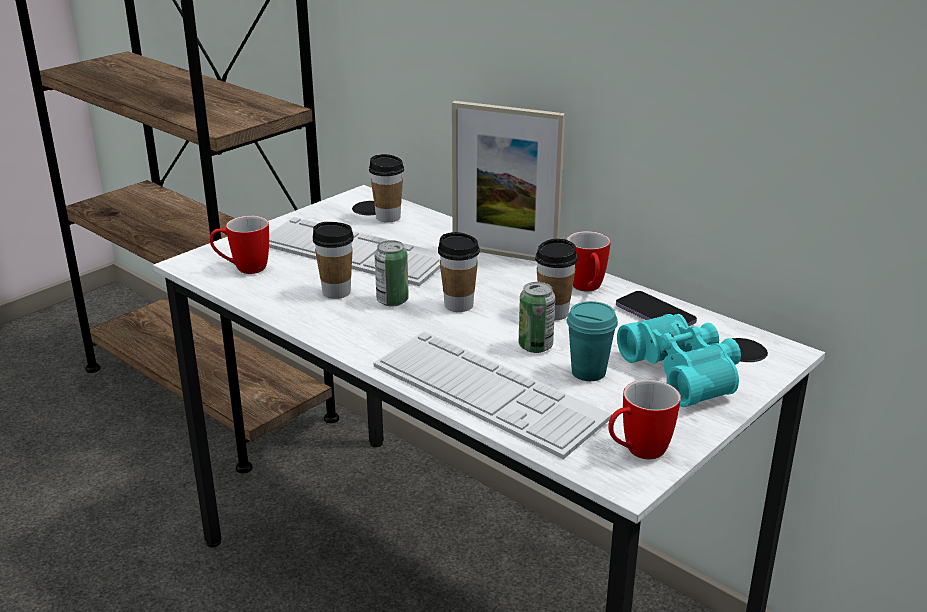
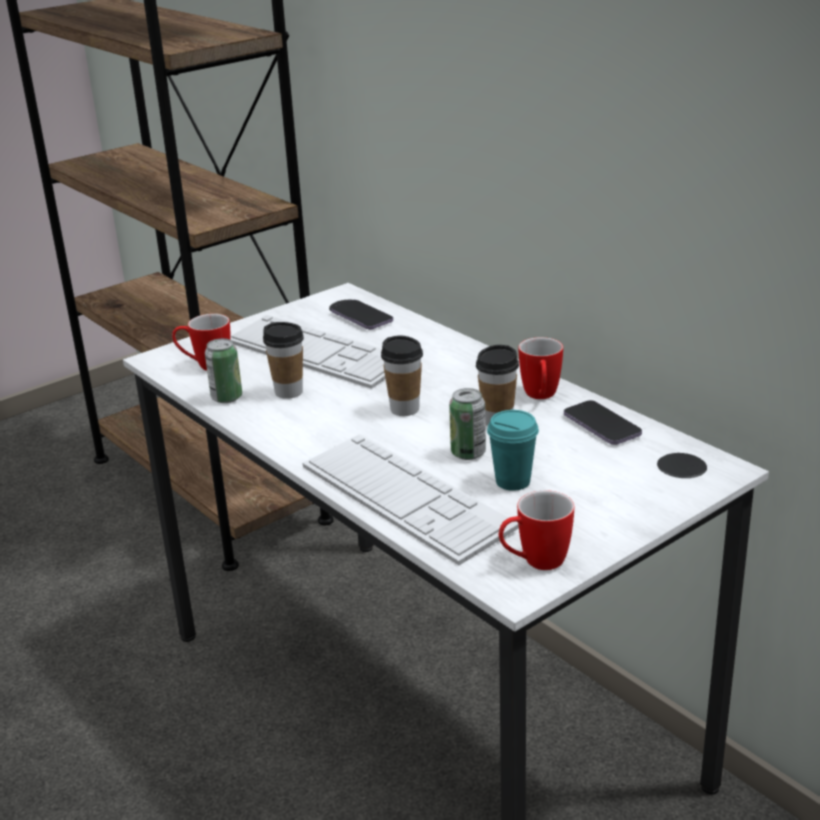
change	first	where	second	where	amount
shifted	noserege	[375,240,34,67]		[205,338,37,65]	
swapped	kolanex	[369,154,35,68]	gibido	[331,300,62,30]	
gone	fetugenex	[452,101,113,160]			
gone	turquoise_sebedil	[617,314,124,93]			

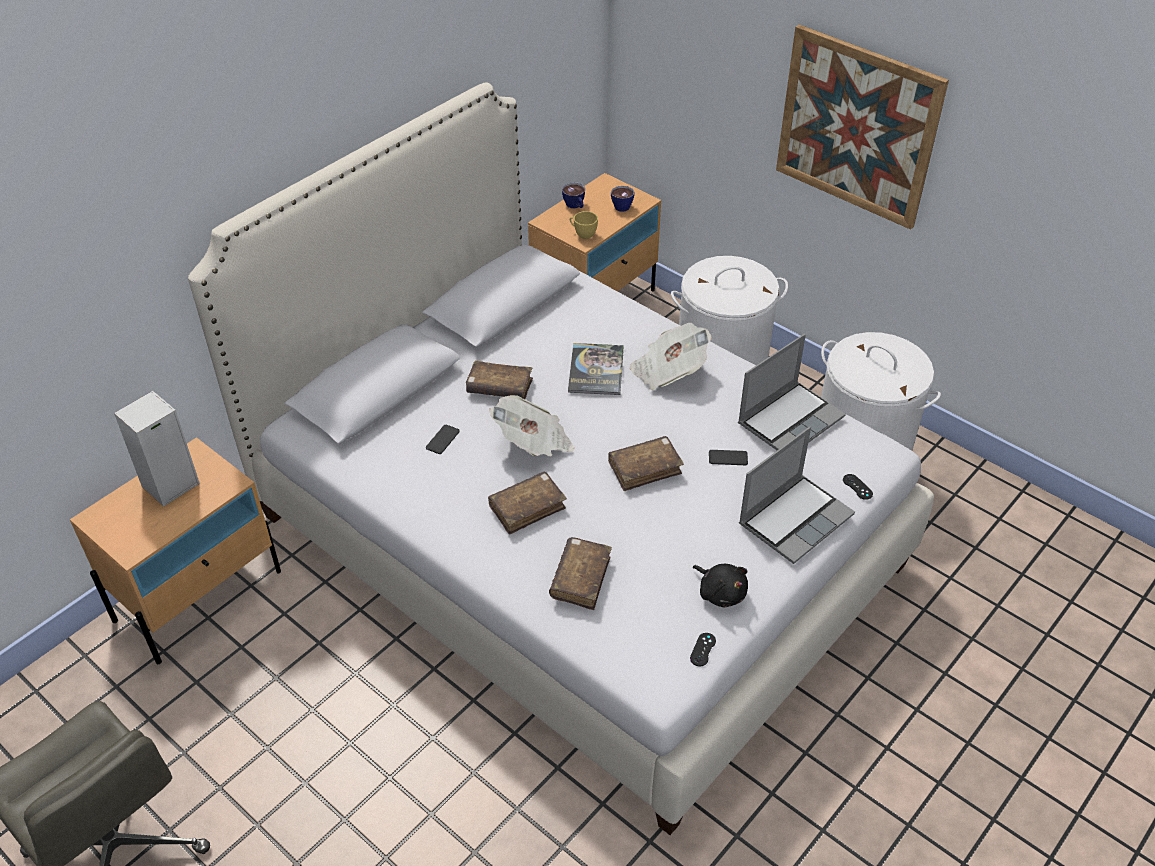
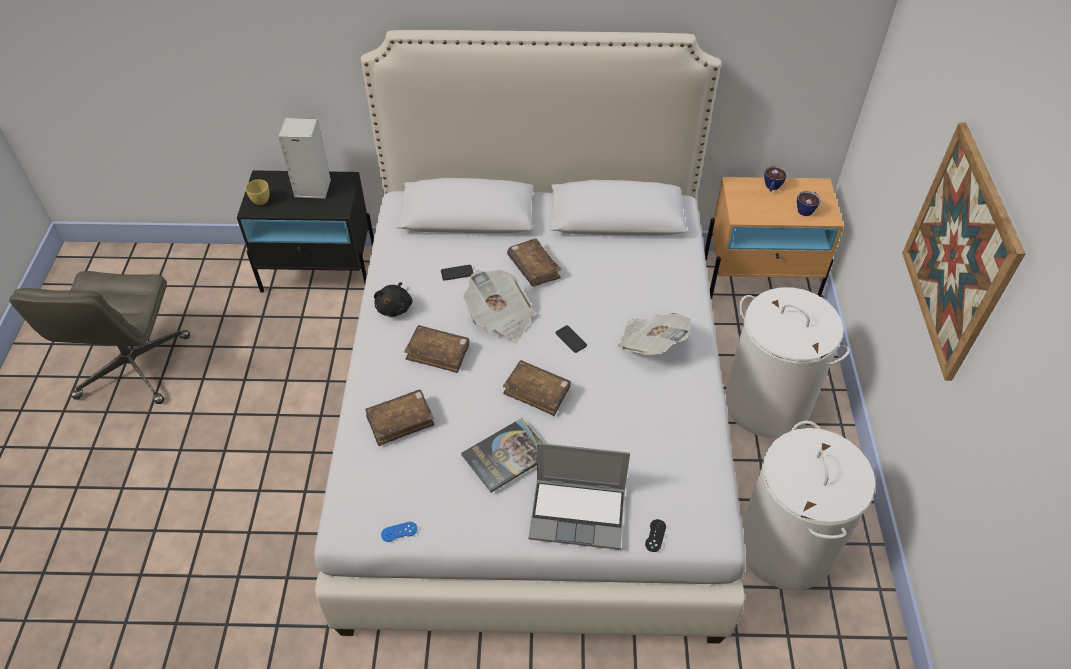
change	first	where	second	where	amount
repainted	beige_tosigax	[70,437,211,227]	black_tosigax	[237,170,137,123]	
shifted	yellow_kolanex	[570,211,28,28]		[245,179,25,26]	
shifted	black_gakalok	[693,564,55,44]		[374,282,38,35]	
repainted	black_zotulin	[690,633,26,33]	blue_zotulin	[381,522,36,20]	
shifted	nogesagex	[568,343,56,52]		[461,418,82,75]	
shifted	gibido	[709,450,39,15]		[556,326,31,27]	
gone	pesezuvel	[738,334,108,116]			

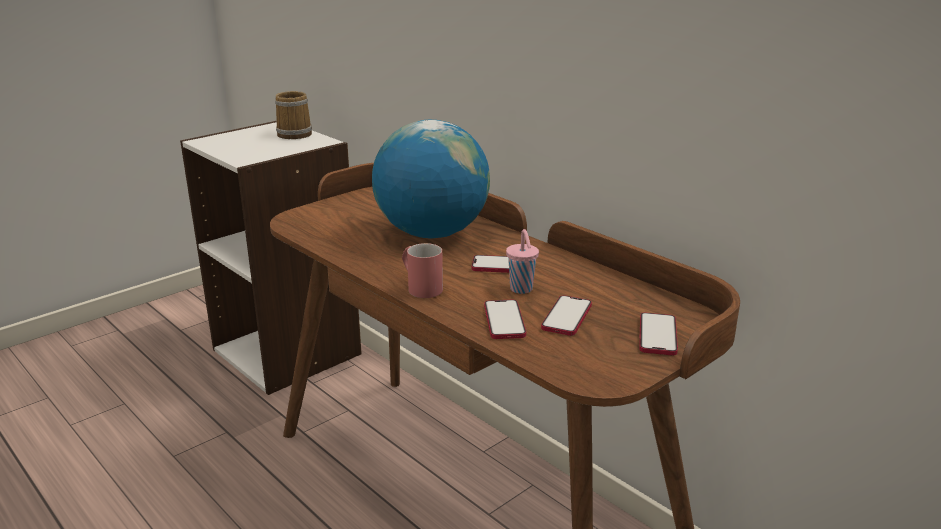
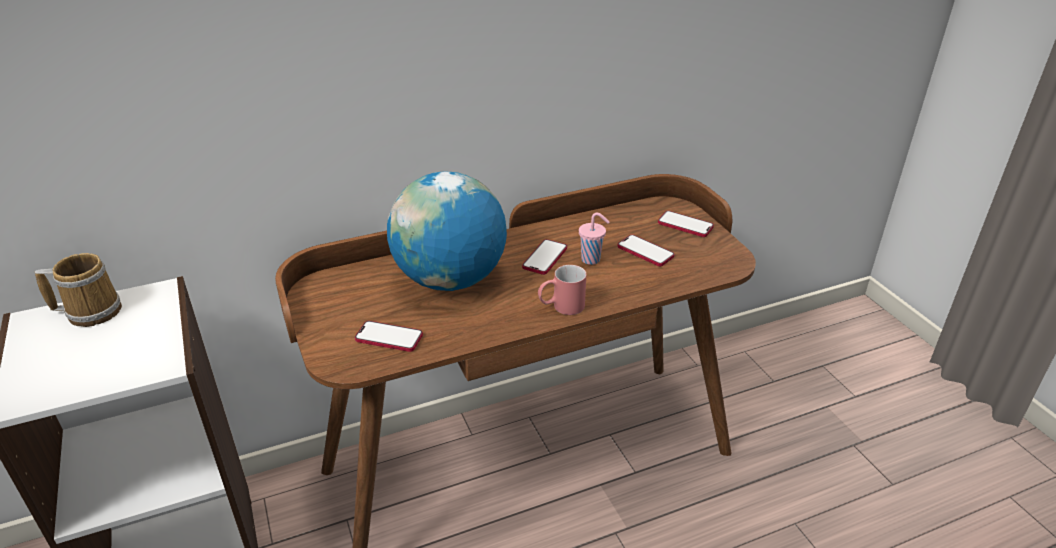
change	first	where	second	where	amount
shifted	gibido	[484,300,42,39]		[355,321,68,31]	

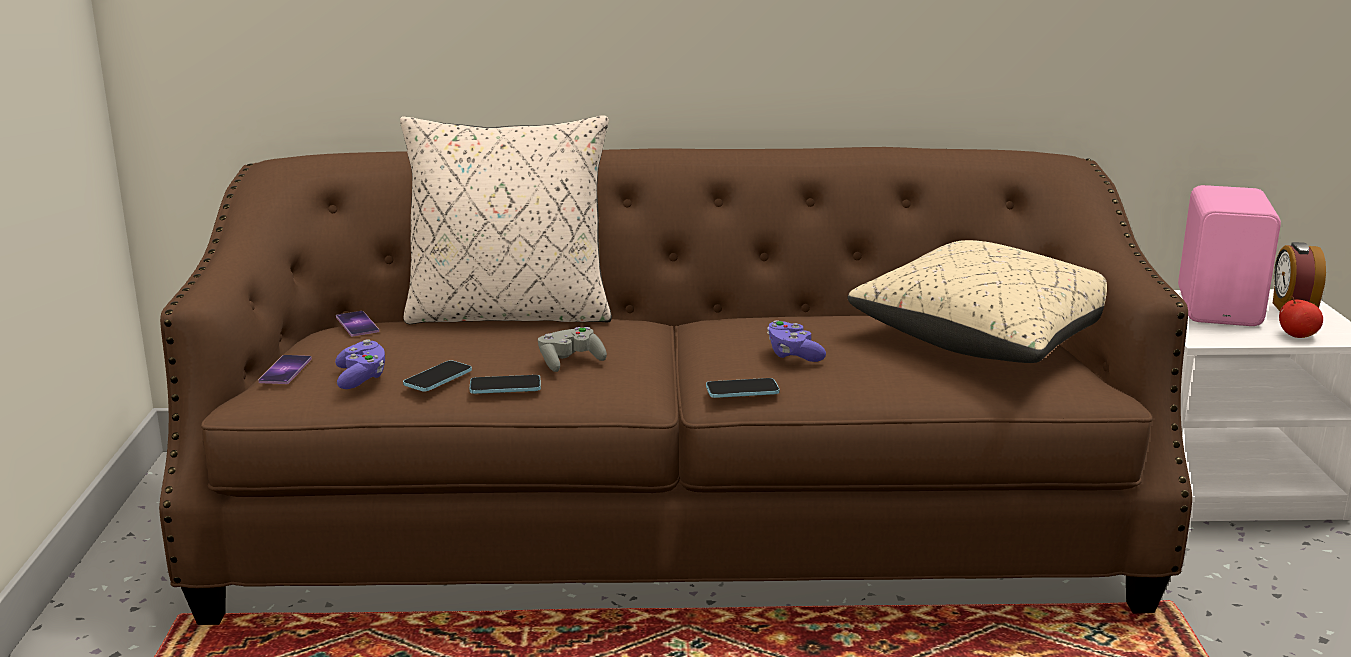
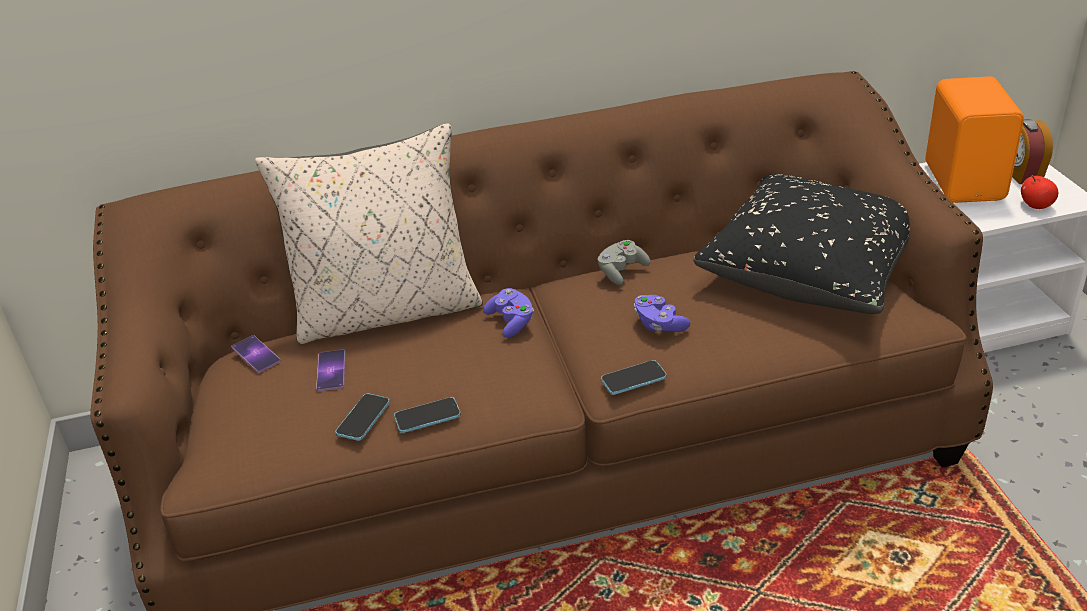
change	first	where	second	where	amount
shifted	gibido	[259,355,53,29]		[316,350,29,41]	
shifted	purple_zotulin	[335,339,50,50]		[483,288,51,50]	
shifted	grey_zotulin	[538,327,69,45]		[598,240,53,45]	
repainted	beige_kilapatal	[847,240,260,123]	black_kilapatal	[693,173,217,141]	
repainted	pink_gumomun	[1178,185,103,141]	orange_gumomun	[925,76,99,127]	

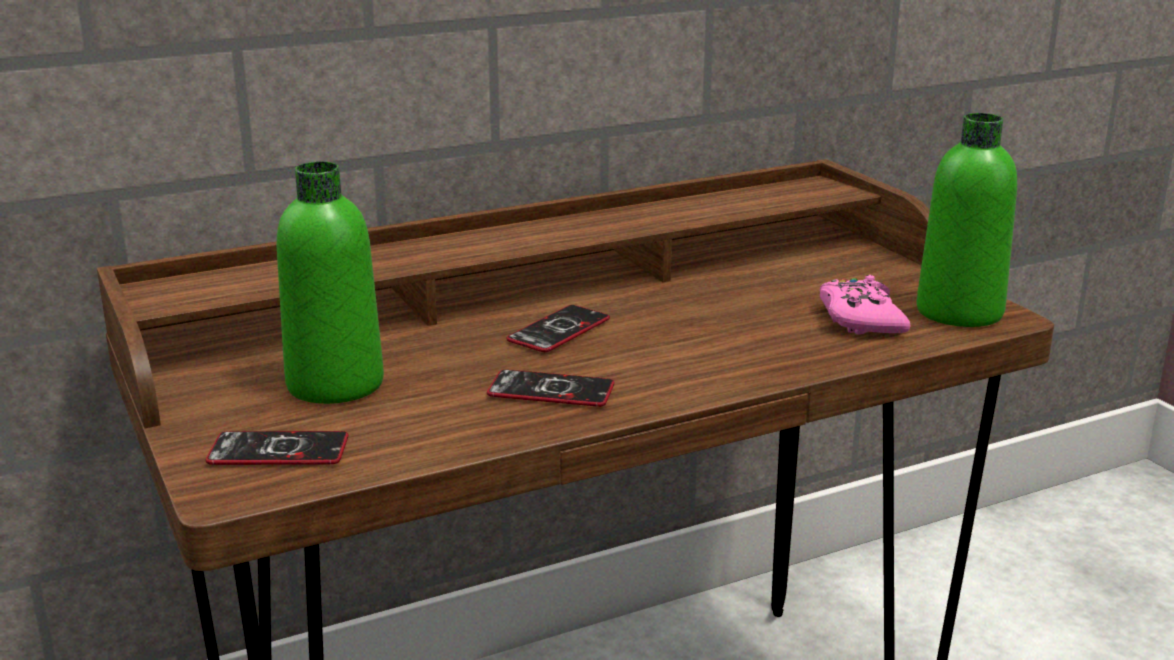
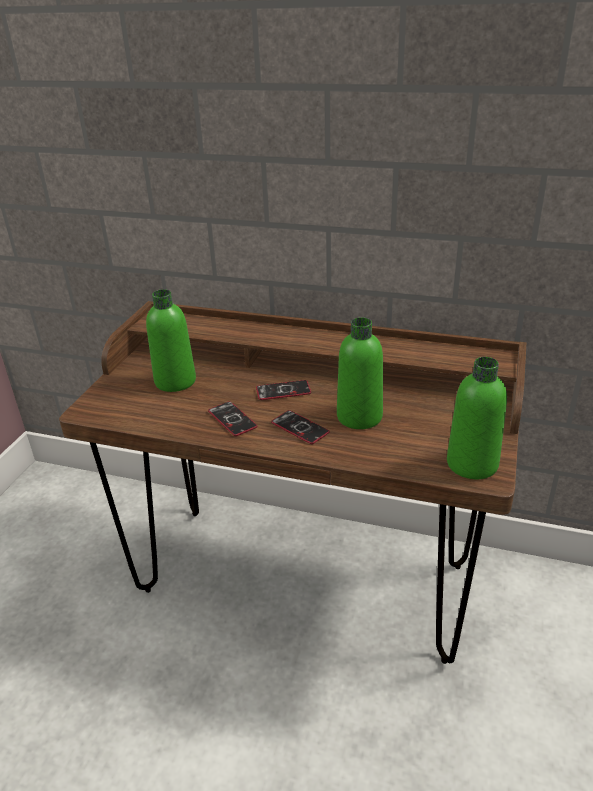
change	first	where	second	where	amount
shifted	gibido	[206,431,143,34]		[271,410,58,34]	
new			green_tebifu	[337,317,46,112]	
gone	pink_zotulin	[820,275,91,60]			

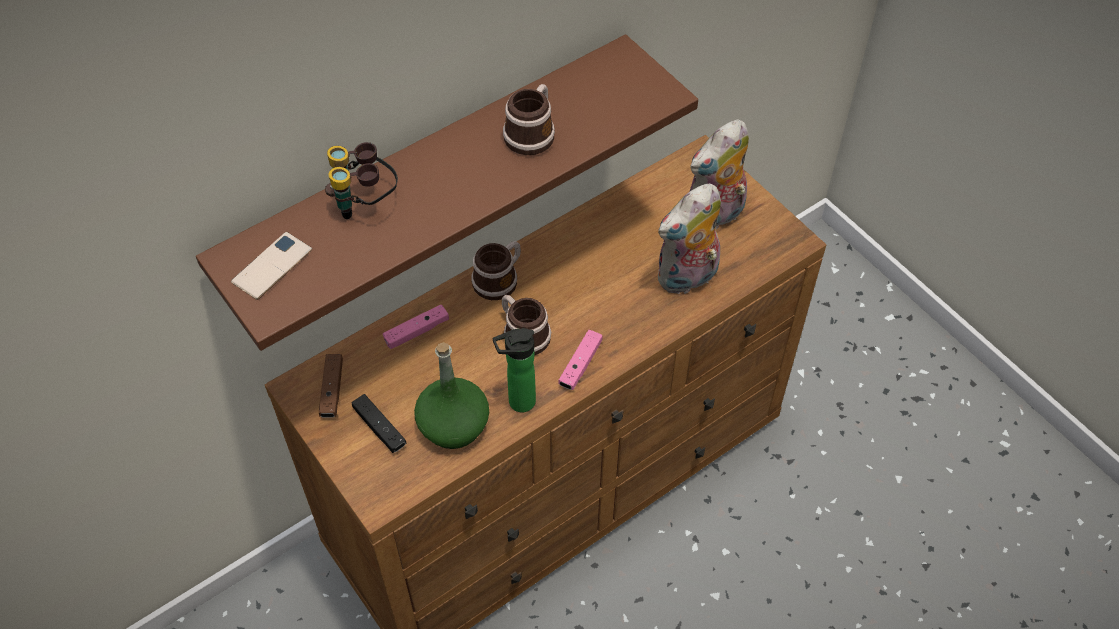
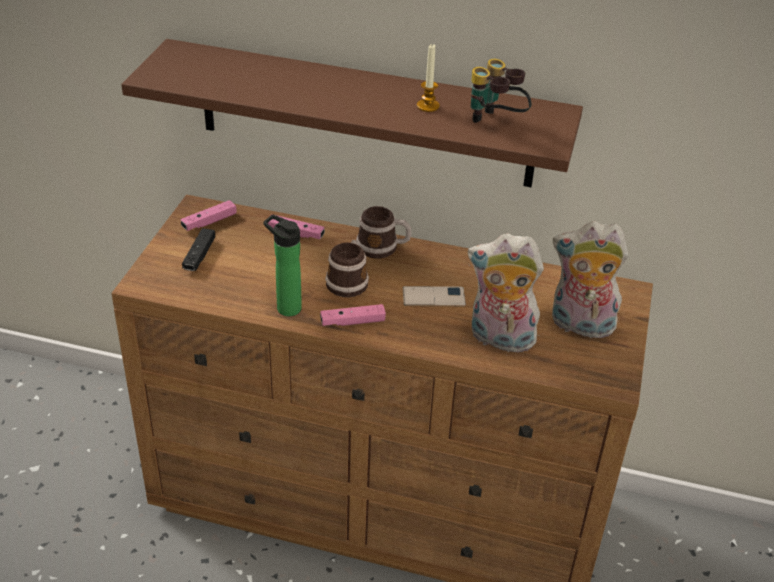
change	first	where	second	where	amount
repainted	brown_zotulin	[319,354,24,64]	pink_zotulin	[181,200,56,31]	
shifted	gibido	[231,232,81,68]		[403,286,63,20]	
swapped	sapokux	[503,84,52,71]	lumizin	[417,44,23,68]	
shifted	sebedil	[325,142,73,77]		[471,59,60,64]	
gone	green_tebifu	[414,342,75,107]			

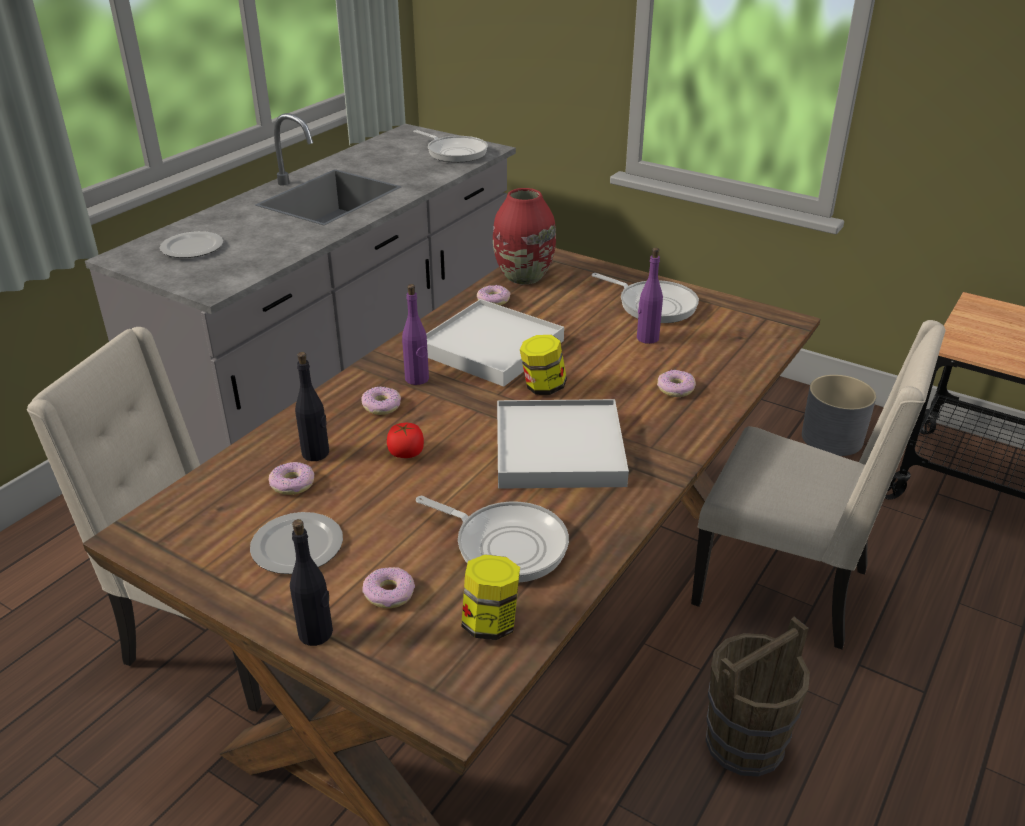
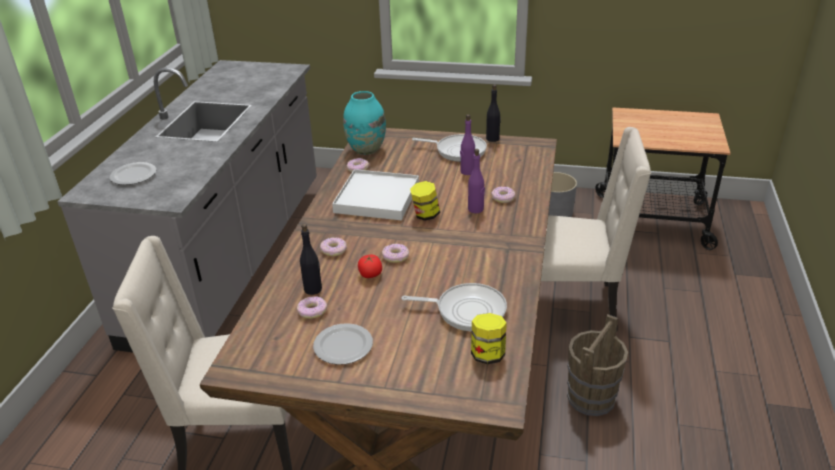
change	first	where	second	where	amount
repainted	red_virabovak	[493,188,63,96]	turquoise_virabovak	[343,91,43,64]	
shifted	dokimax	[362,567,53,41]		[382,244,27,19]	
shifted	purple_tebifu	[402,284,27,101]		[468,149,17,64]	
shifted	black_tebifu	[290,519,43,127]		[486,85,15,57]	
gone	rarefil	[413,130,75,33]			
gone	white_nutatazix	[497,399,132,90]			

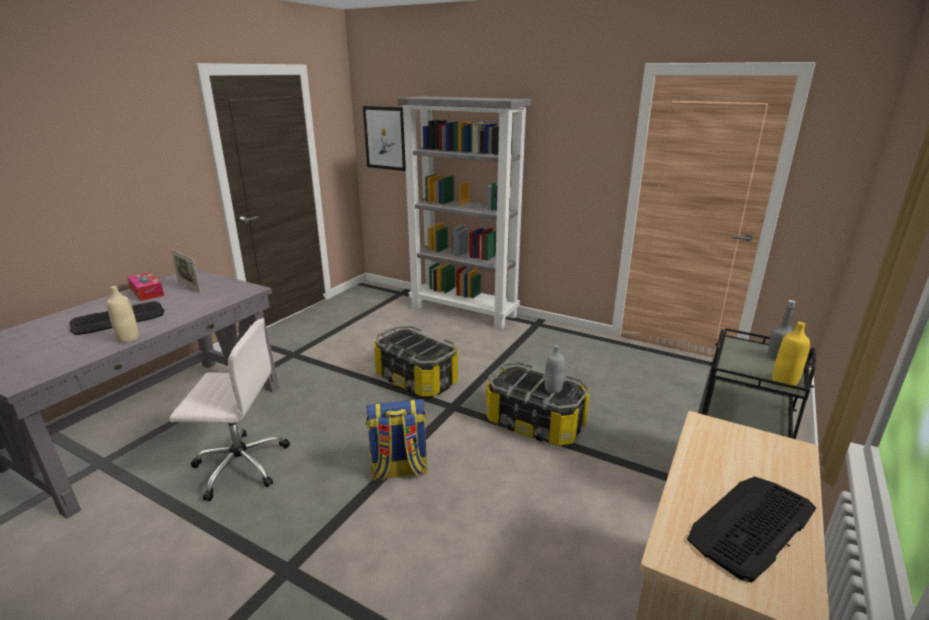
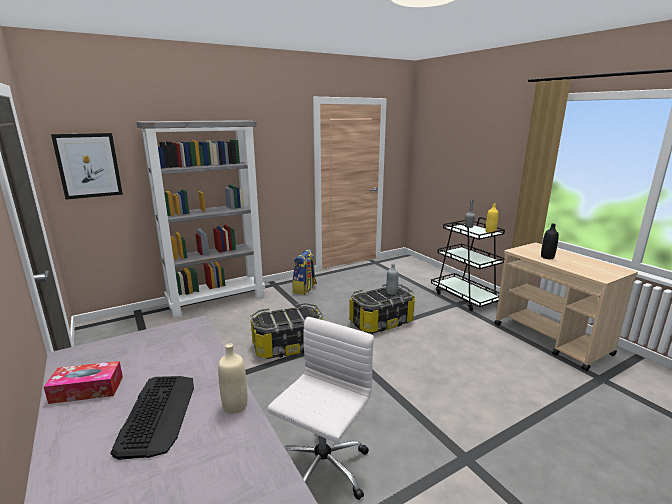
change	first	where	second	where	amount
shifted	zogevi	[366,399,62,82]		[293,249,24,46]	
new			black_tebifu	[541,224,18,35]	
gone	fetugenex	[171,249,30,44]			
gone	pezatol	[687,476,129,107]			

